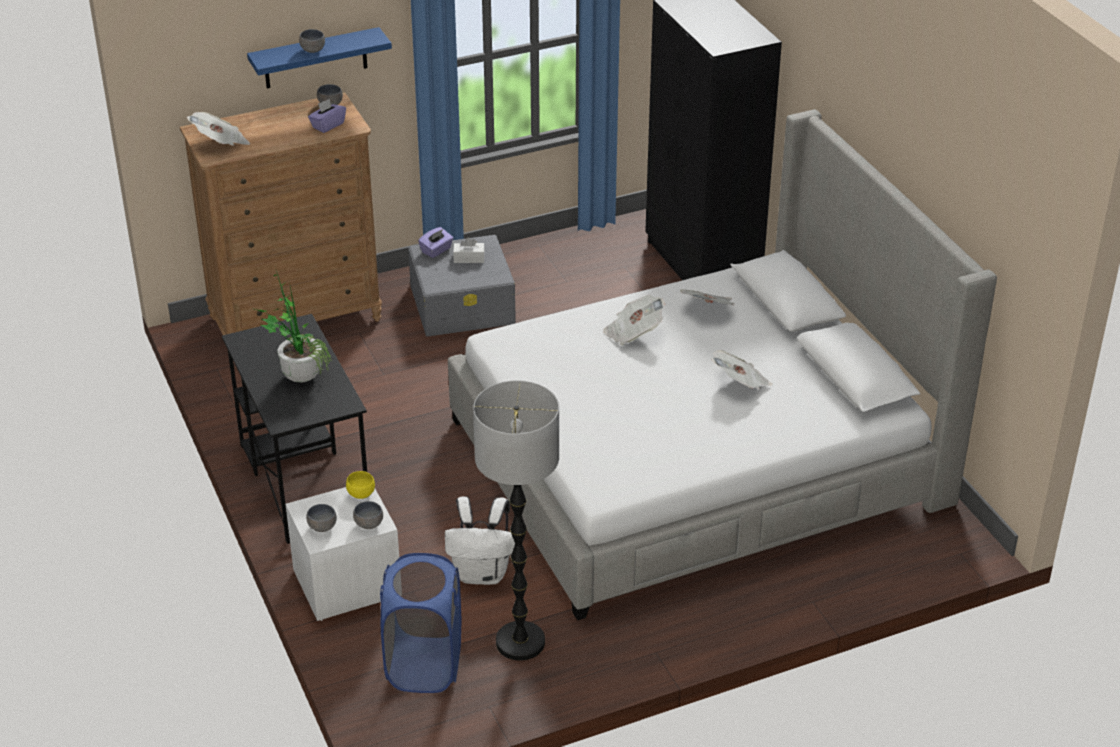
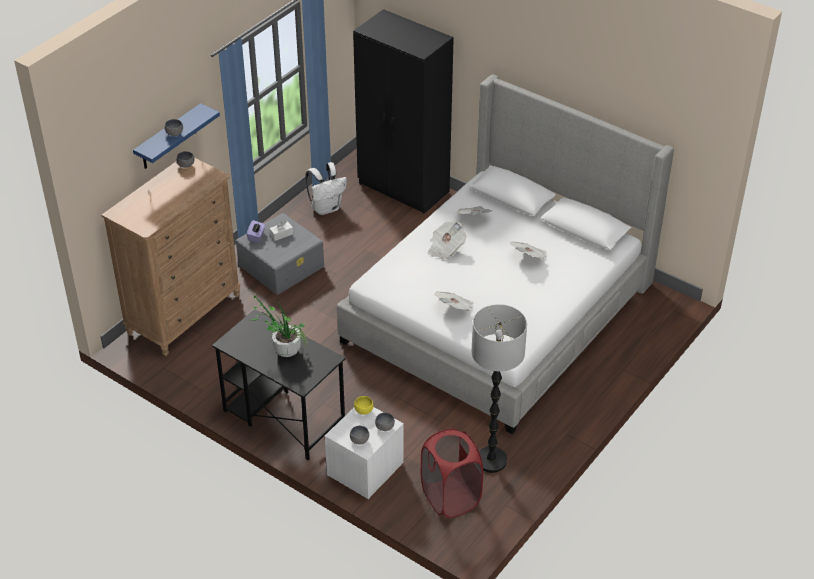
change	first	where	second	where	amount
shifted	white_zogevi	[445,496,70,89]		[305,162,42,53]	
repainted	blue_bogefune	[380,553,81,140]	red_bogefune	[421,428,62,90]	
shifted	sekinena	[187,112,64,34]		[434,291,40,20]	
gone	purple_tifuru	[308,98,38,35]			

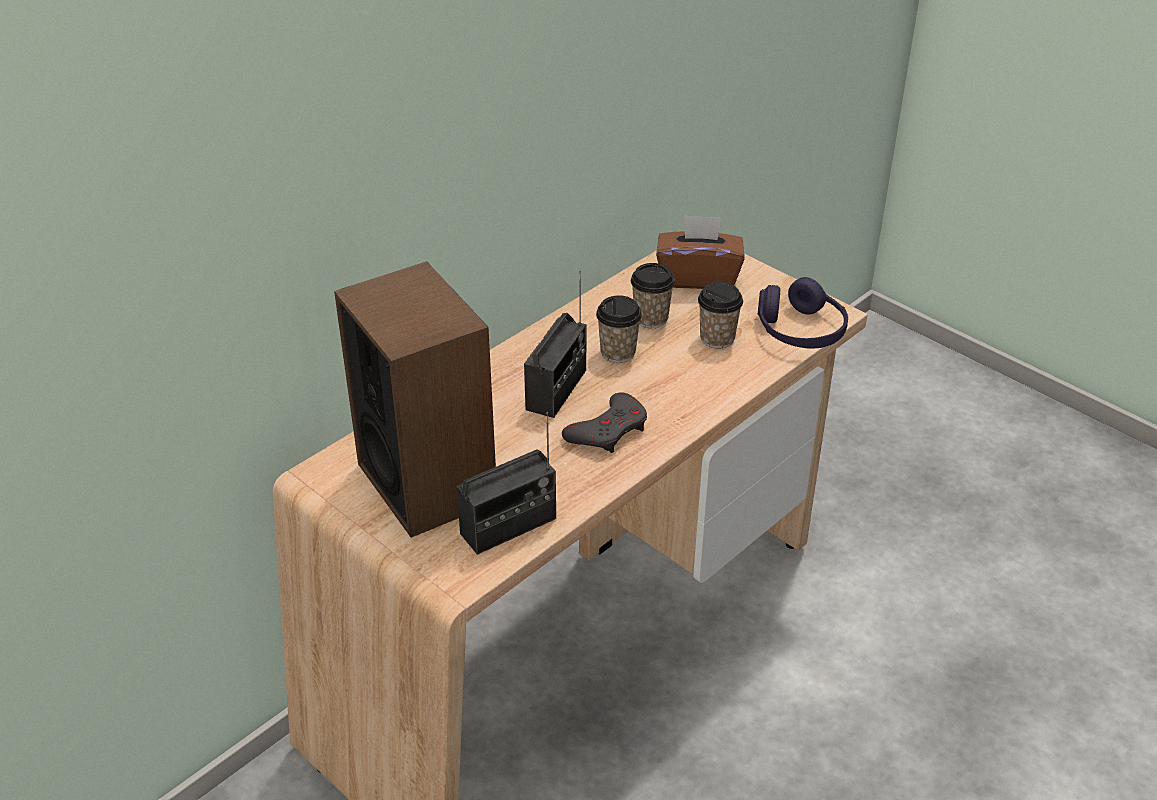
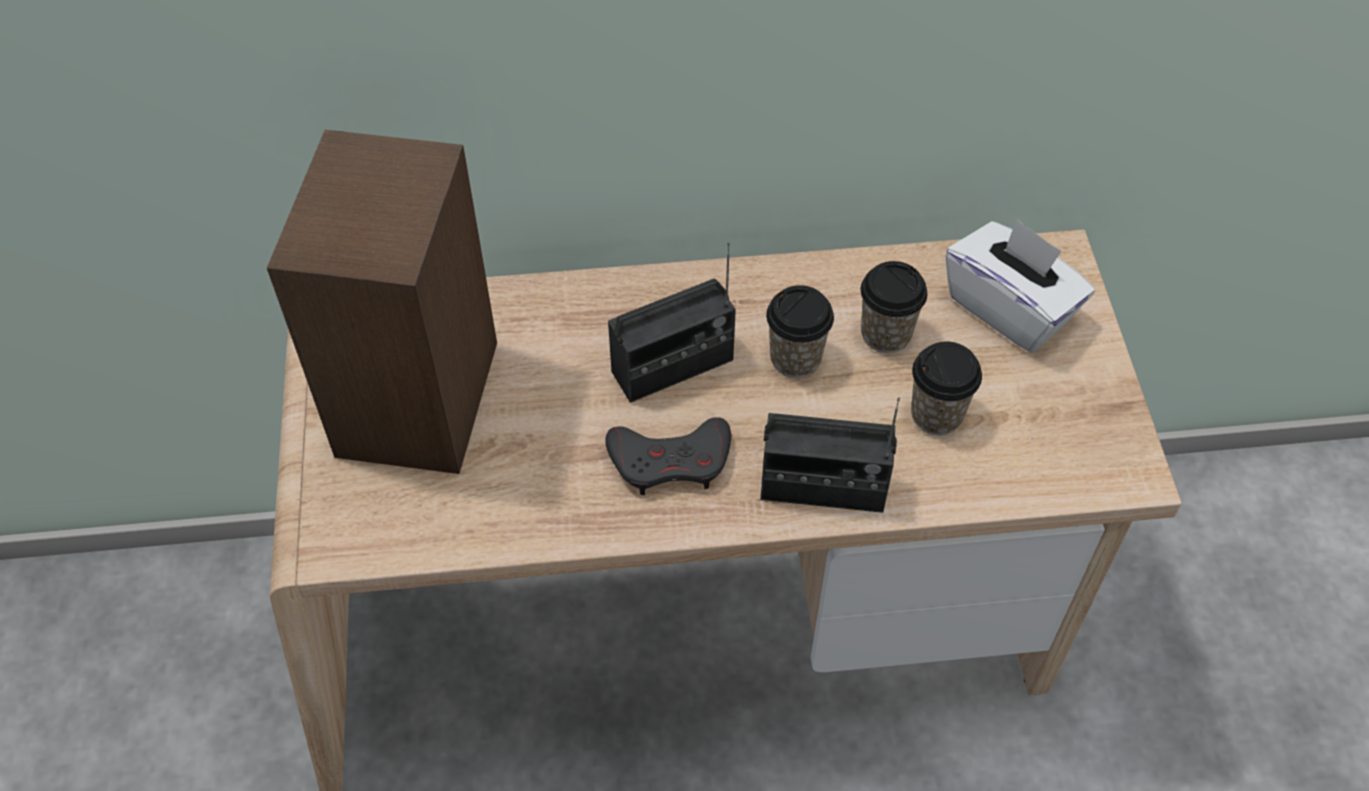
change	first	where	second	where	amount
shifted	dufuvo	[456,412,100,143]		[760,397,140,116]	
repainted	brown_tifuru	[656,215,89,74]	white_tifuru	[945,218,150,134]	
gone	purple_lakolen	[758,277,90,71]			

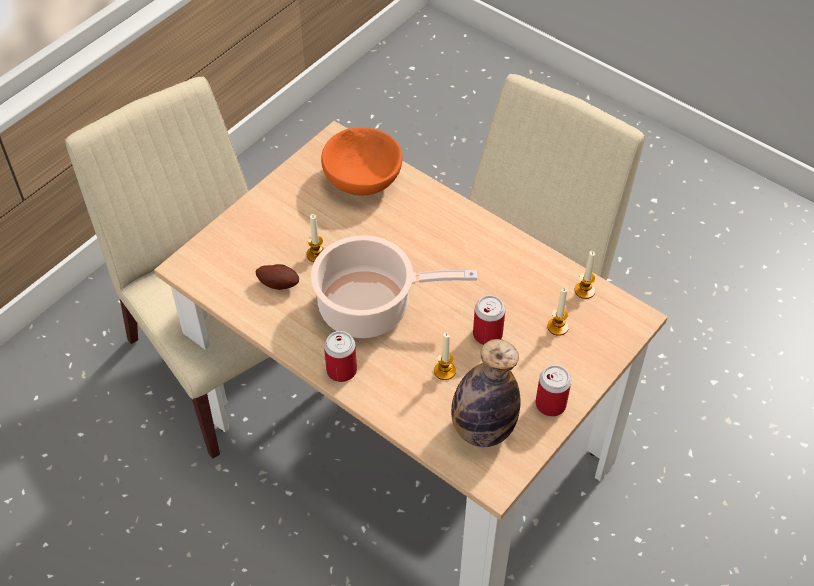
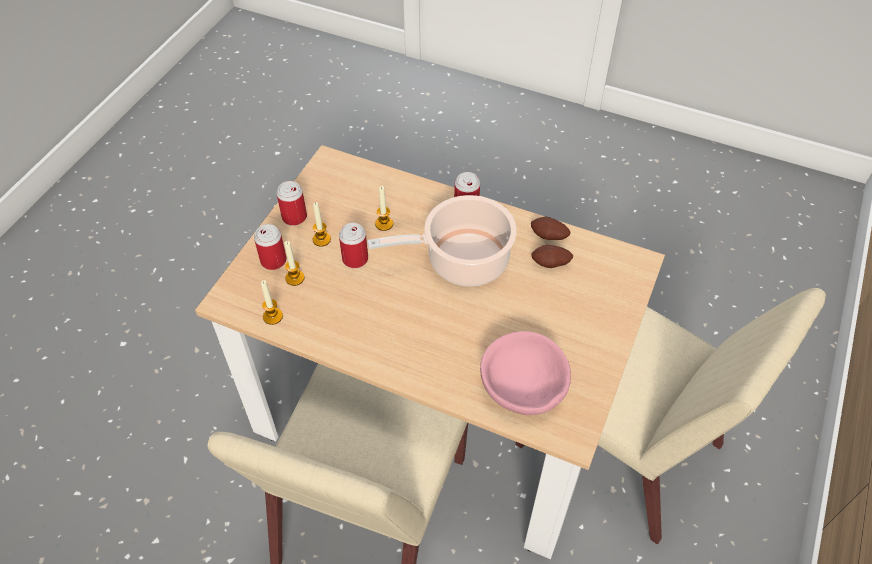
change	first	where	second	where	amount
new			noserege	[254,224,33,46]	
shifted	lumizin	[306,214,19,48]		[313,202,18,45]	
repainted	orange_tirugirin	[321,128,82,67]	pink_tirugirin	[480,331,91,84]	
new			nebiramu	[531,217,40,23]	
gone	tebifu	[451,339,70,108]			

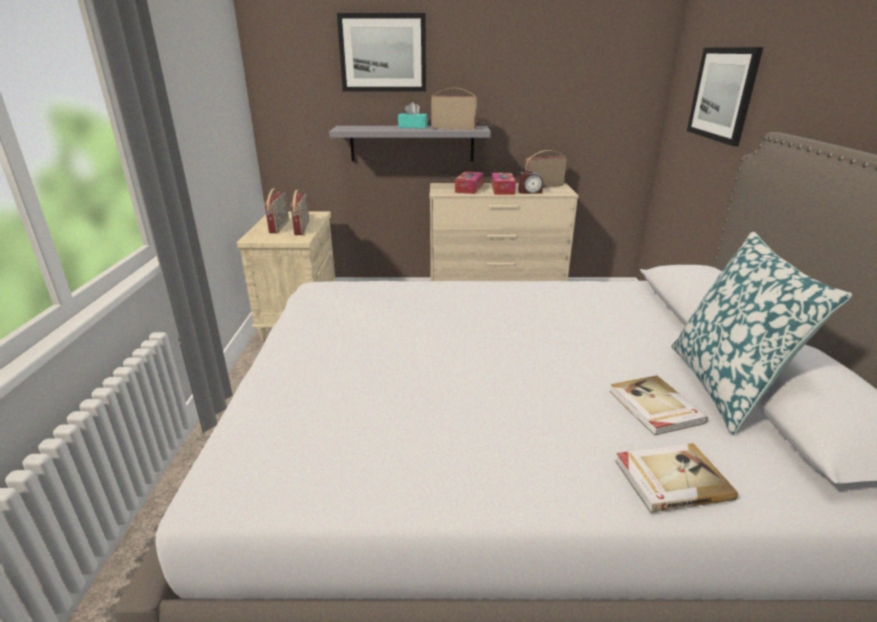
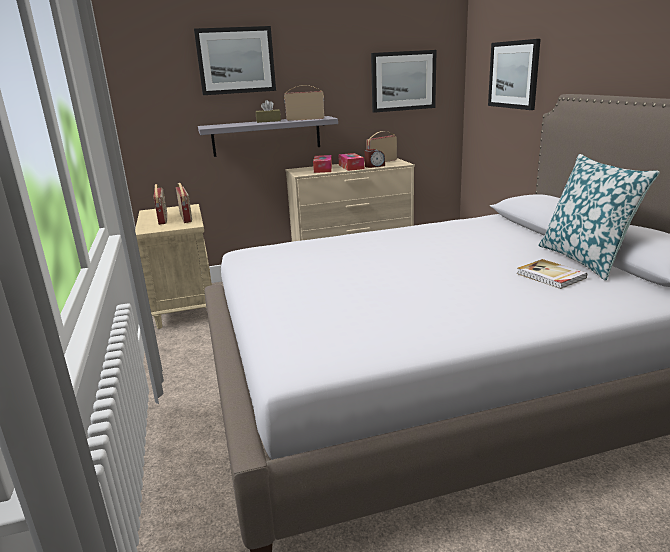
change	first	where	second	where	amount
repainted	turquoise_tifuru	[398,102,30,26]	brown_tifuru	[256,100,25,23]	
new			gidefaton	[371,50,66,63]	
gone	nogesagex	[615,443,123,70]			

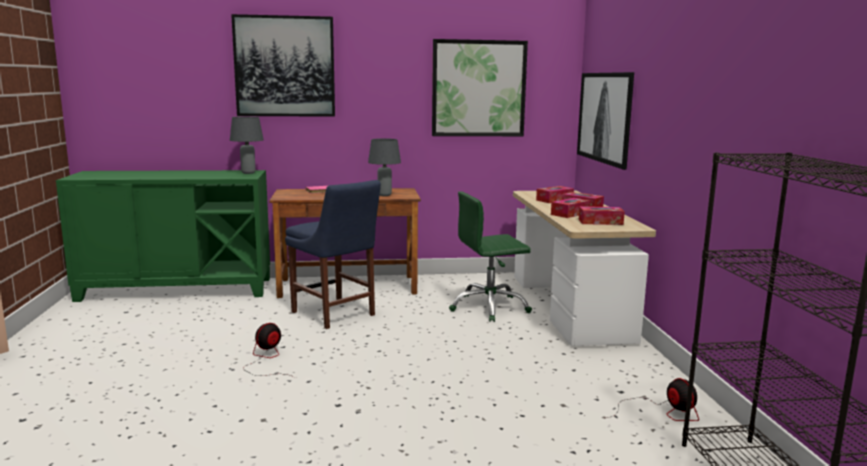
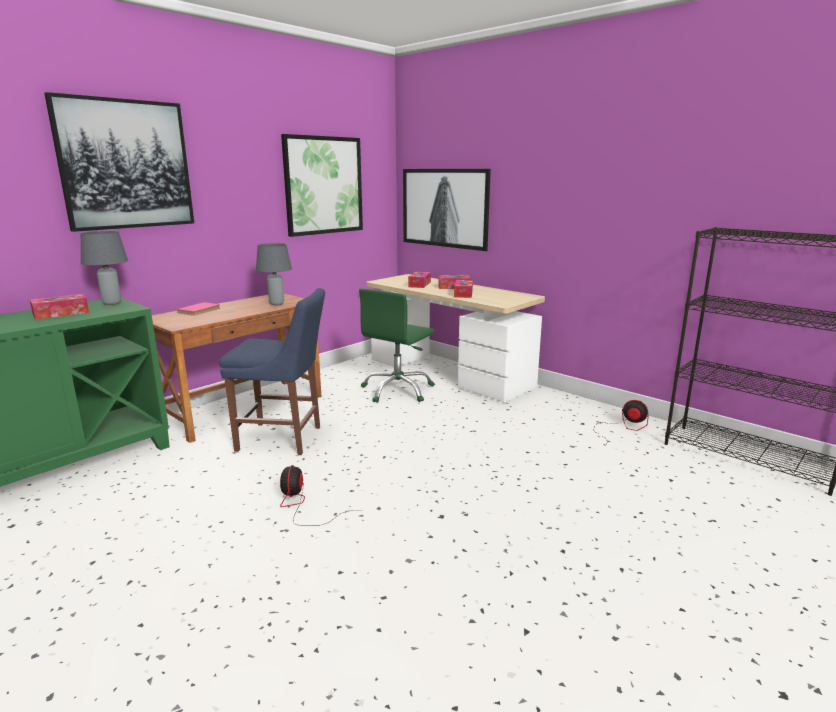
change	first	where	second	where	amount
shifted	tifuru	[579,206,46,19]		[30,294,59,26]	

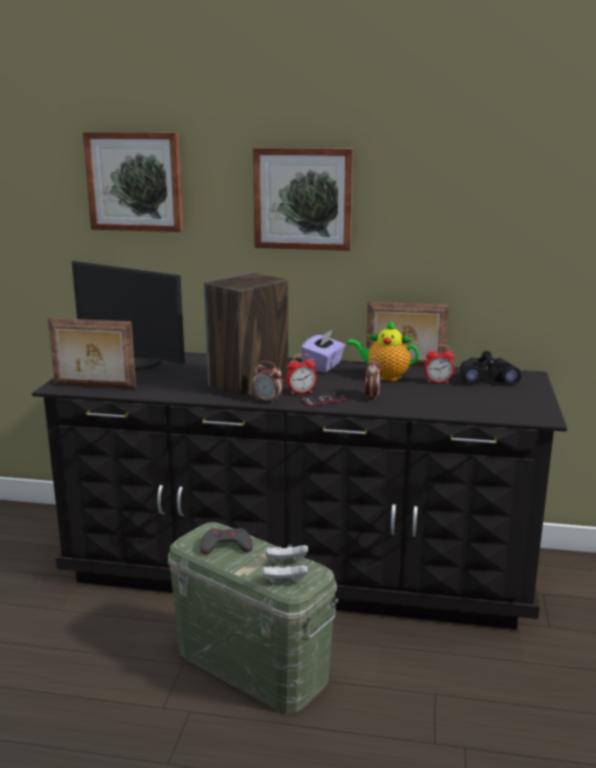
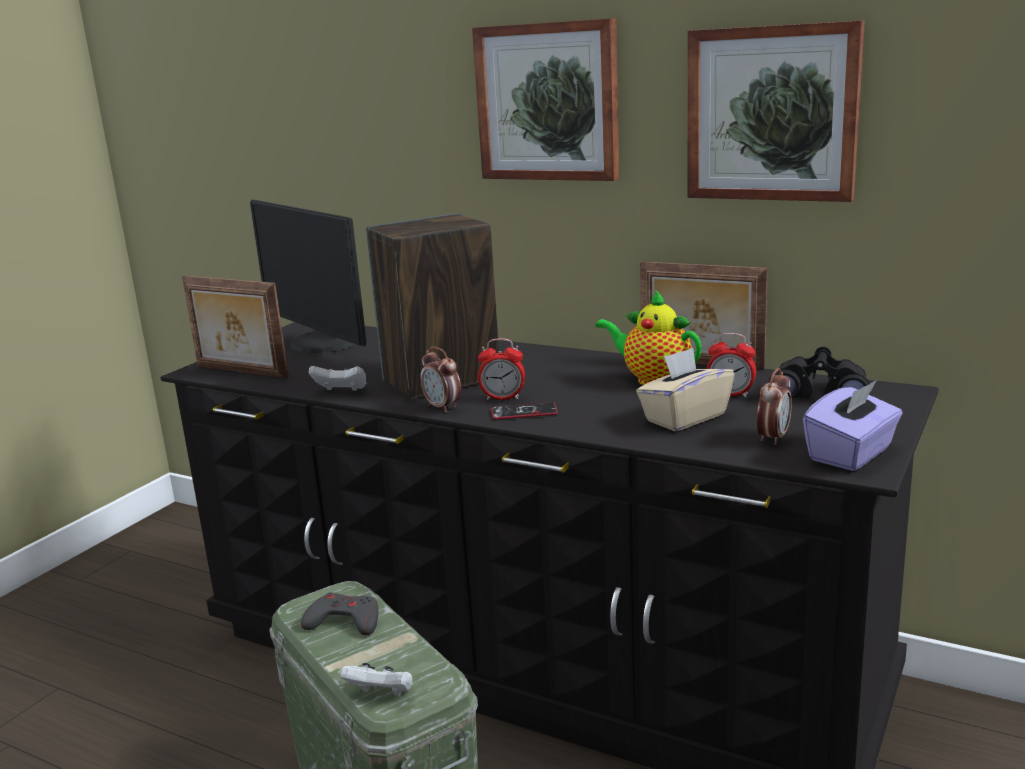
change	first	where	second	where	amount
shifted	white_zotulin	[264,545,44,18]		[309,366,57,25]	
new			beige_tifuru	[636,348,99,83]	
shifted	gidefaton	[83,132,100,100]		[687,20,178,182]	
shifted	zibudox	[365,357,16,43]		[757,368,35,77]	
shifted	purple_tifuru	[301,330,44,43]		[803,380,99,91]	

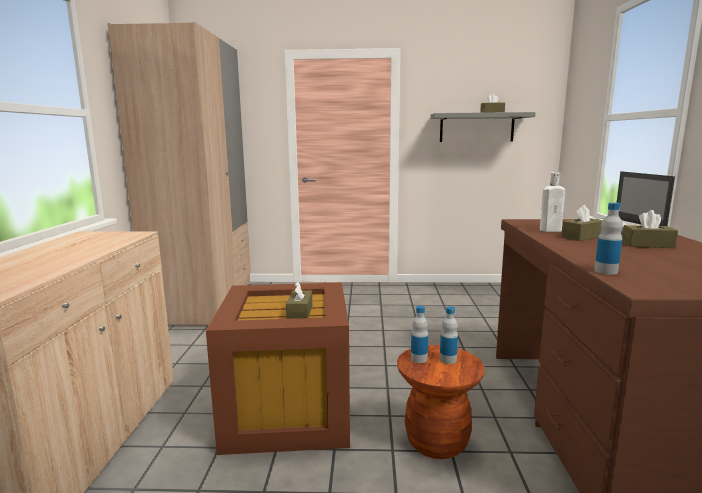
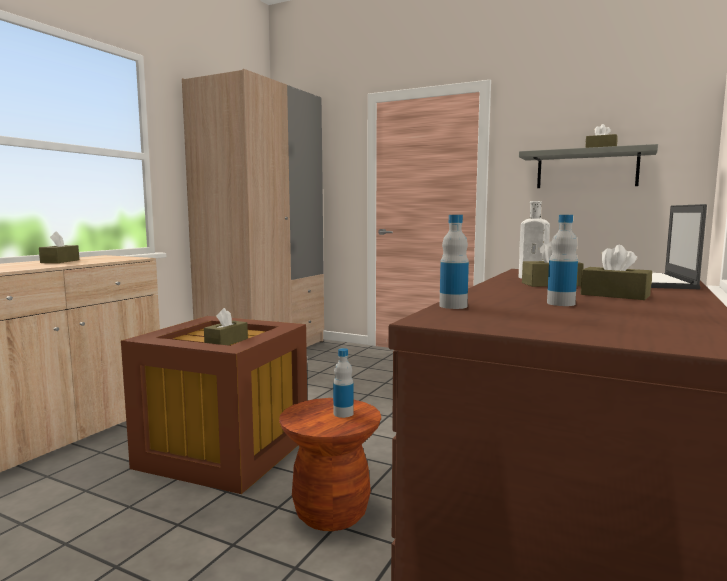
change	first	where	second	where	amount
new			brown_tifuru	[39,231,40,32]	
shifted	tebifu	[411,306,17,57]		[547,215,31,91]	

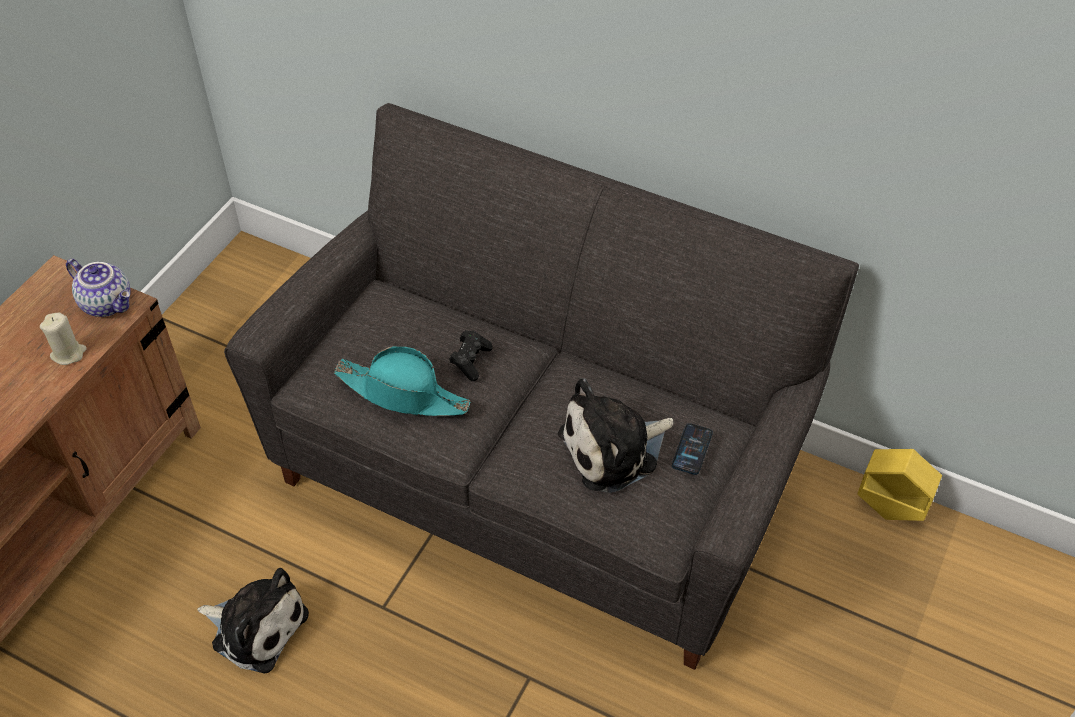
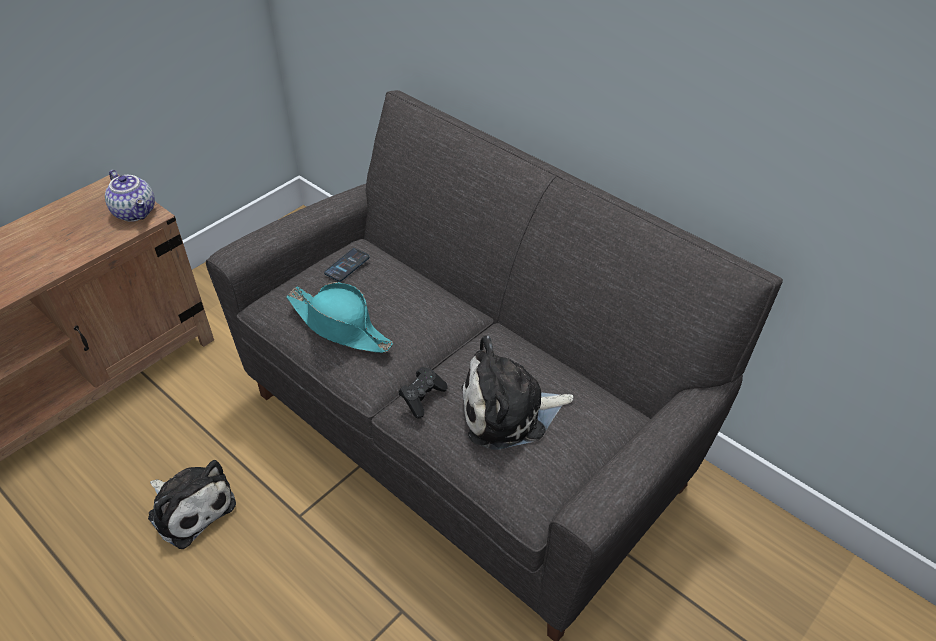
change	first	where	second	where	amount
shifted	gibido	[672,423,41,52]		[324,248,46,34]	
shifted	black_zotulin	[449,330,44,51]		[399,367,49,51]	
gone	beige_lumizin	[40,313,47,52]			
gone	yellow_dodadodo	[857,449,85,72]			

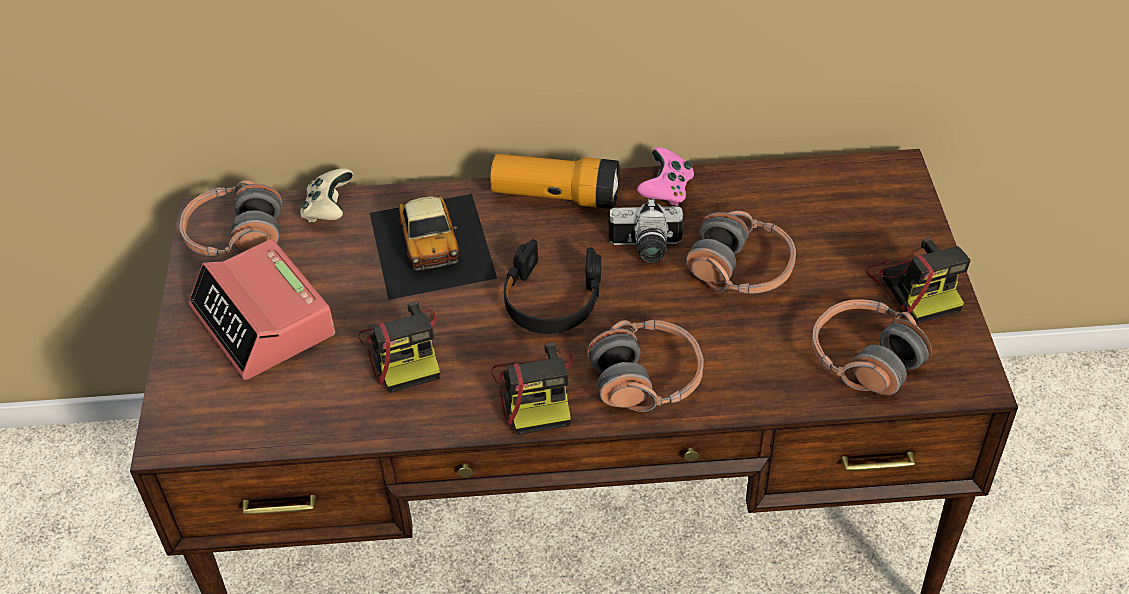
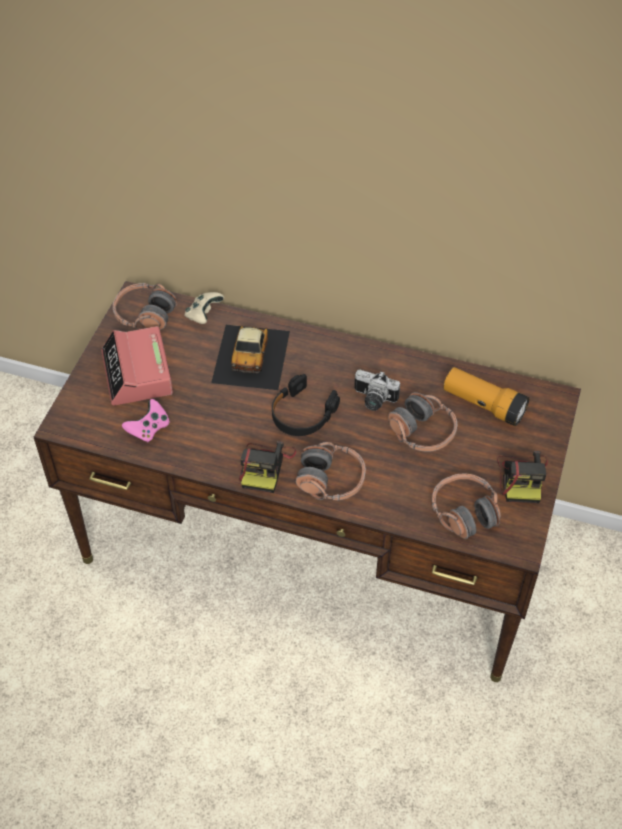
change	first	where	second	where	amount
shifted	pink_zotulin	[637,147,57,59]		[122,399,48,43]	
shifted	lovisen	[490,154,130,55]		[443,367,86,59]	
gone	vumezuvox	[358,301,82,92]			

